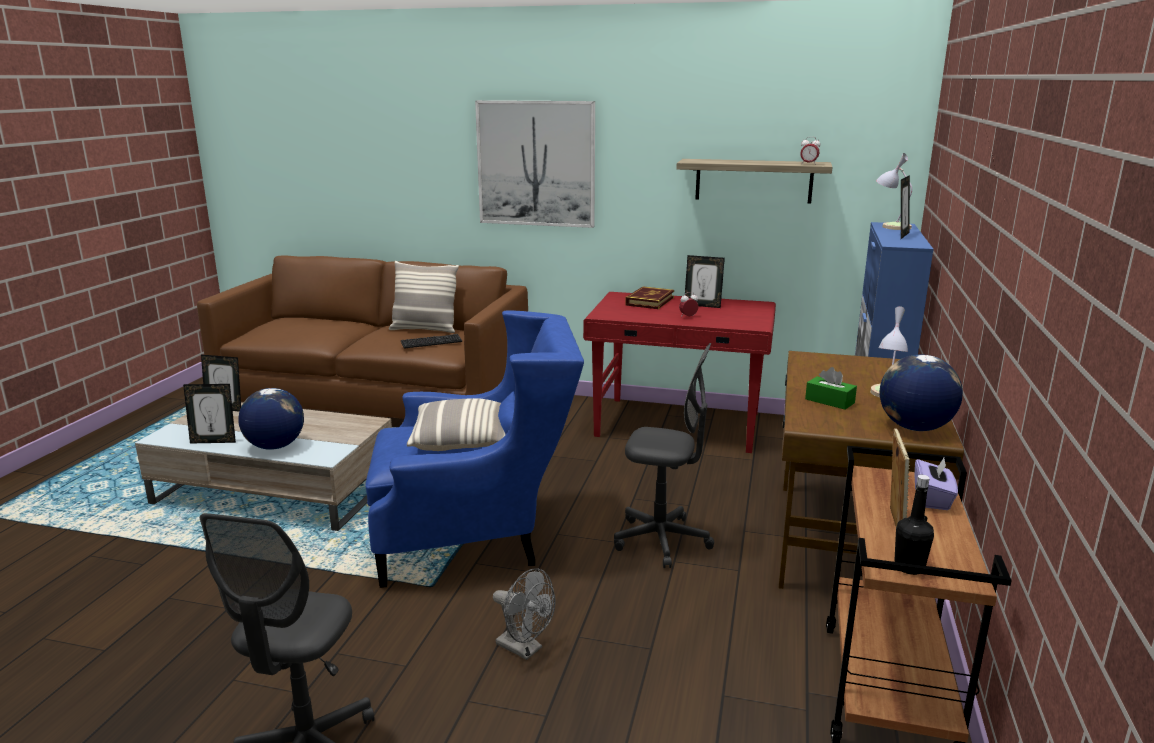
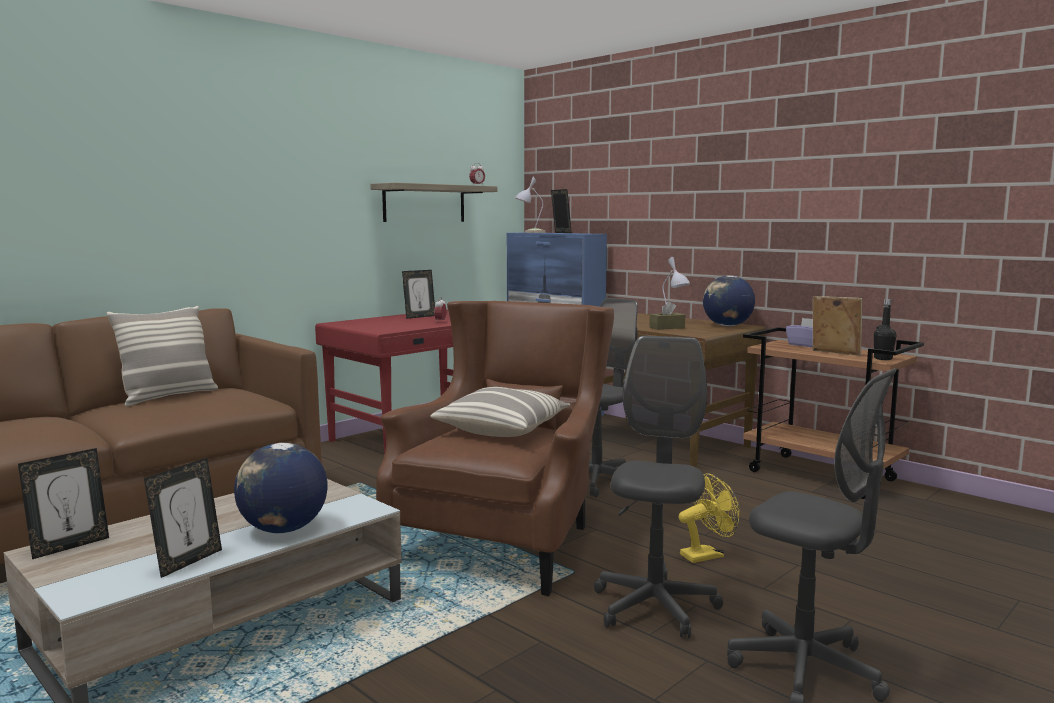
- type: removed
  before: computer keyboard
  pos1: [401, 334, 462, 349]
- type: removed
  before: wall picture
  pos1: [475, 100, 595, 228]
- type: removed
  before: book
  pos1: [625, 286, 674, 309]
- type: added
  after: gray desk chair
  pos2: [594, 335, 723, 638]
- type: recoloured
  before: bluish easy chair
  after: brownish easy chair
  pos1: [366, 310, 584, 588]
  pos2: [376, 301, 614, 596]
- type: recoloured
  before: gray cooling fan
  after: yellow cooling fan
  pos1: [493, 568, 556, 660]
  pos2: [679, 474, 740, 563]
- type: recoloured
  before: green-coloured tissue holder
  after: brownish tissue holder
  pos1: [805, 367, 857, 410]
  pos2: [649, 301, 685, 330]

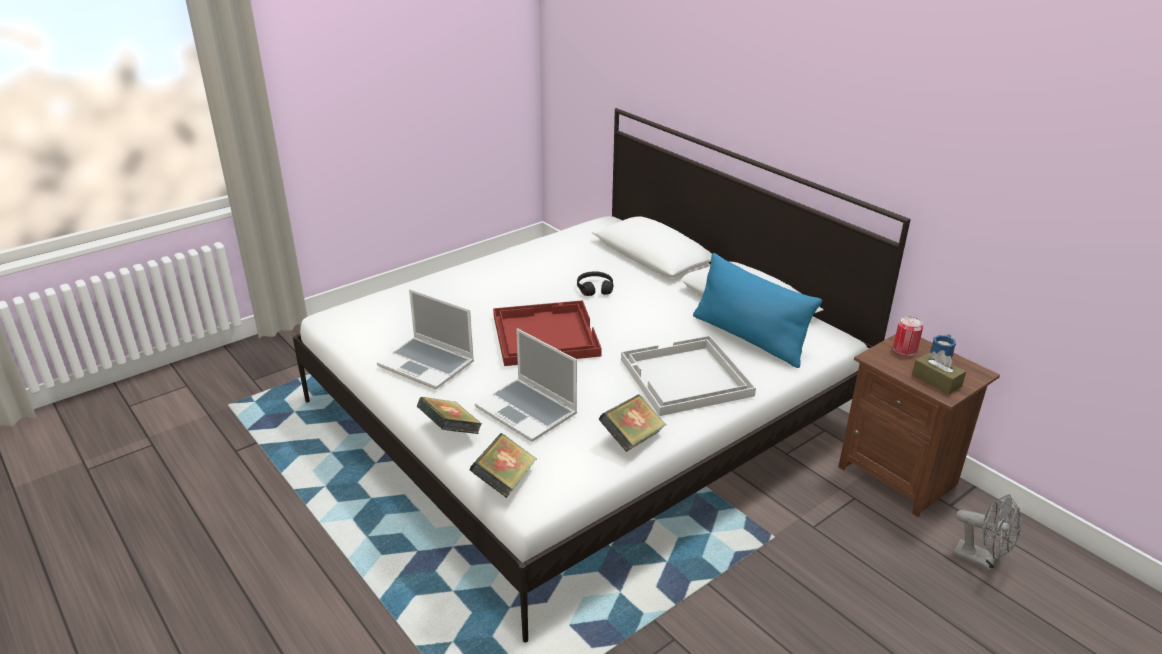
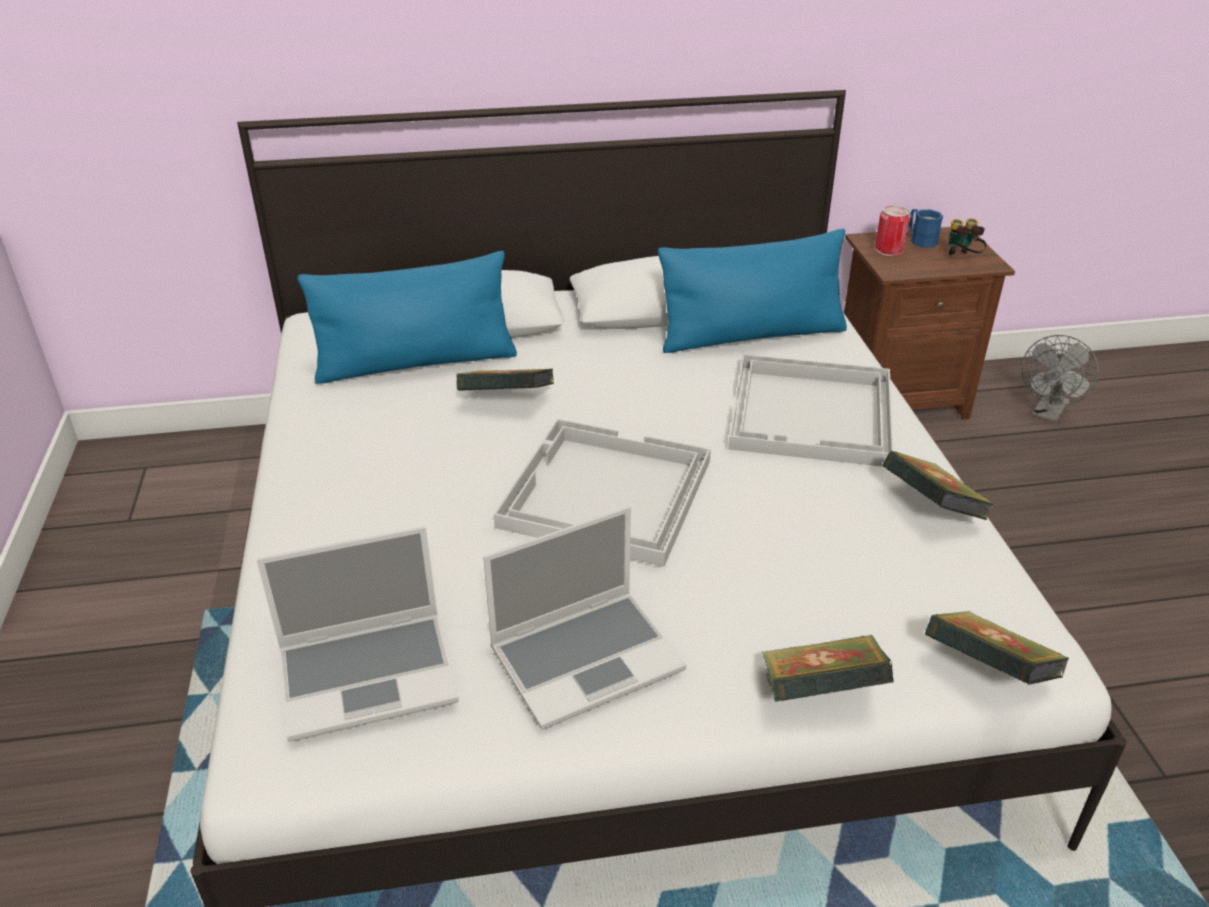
- type: added
  after: bluish pillow
  pos2: [297, 251, 517, 384]
- type: moved
  before: laptop
  pos1: [475, 328, 577, 442]
  pos2: [256, 526, 459, 742]
- type: replaced
  before: black-coloured headphones
  after: book
  pos1: [577, 271, 613, 296]
  pos2: [457, 369, 554, 391]
- type: replaced
  before: brownish tissue holder
  after: binoculars
  pos1: [912, 350, 966, 395]
  pos2: [948, 218, 987, 255]
- type: recoloured
  before: reddish carrying tray
  after: whitish carrying tray
  pos1: [493, 300, 602, 366]
  pos2: [494, 419, 711, 567]
- type: turned
  before: gray cooling fan
  pos1: [953, 494, 1022, 571]
  pos2: [1022, 335, 1099, 423]
  turn: 150

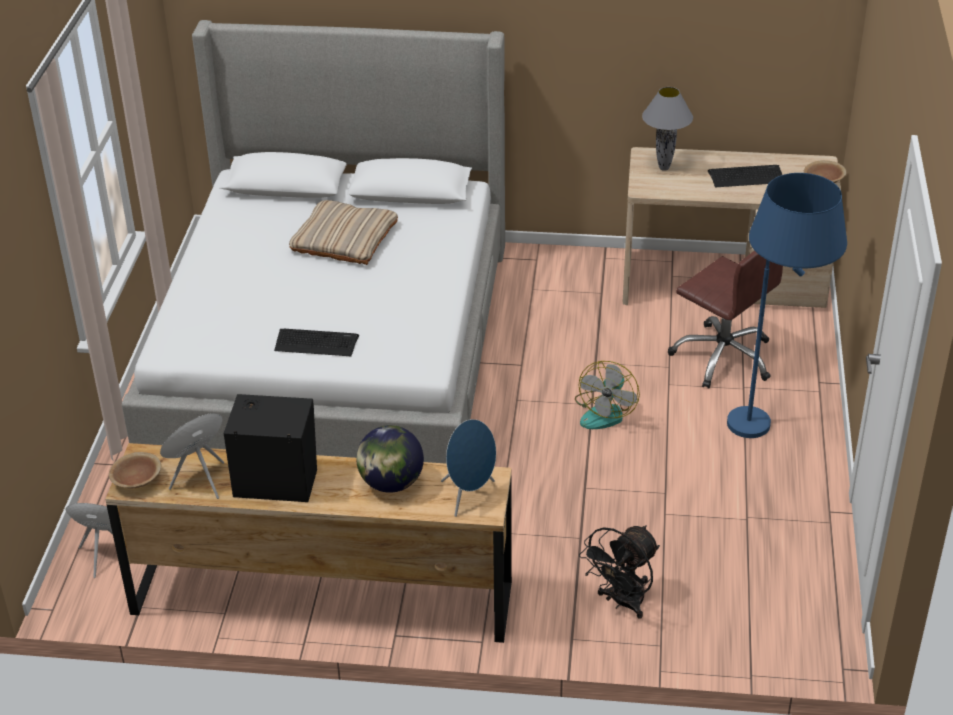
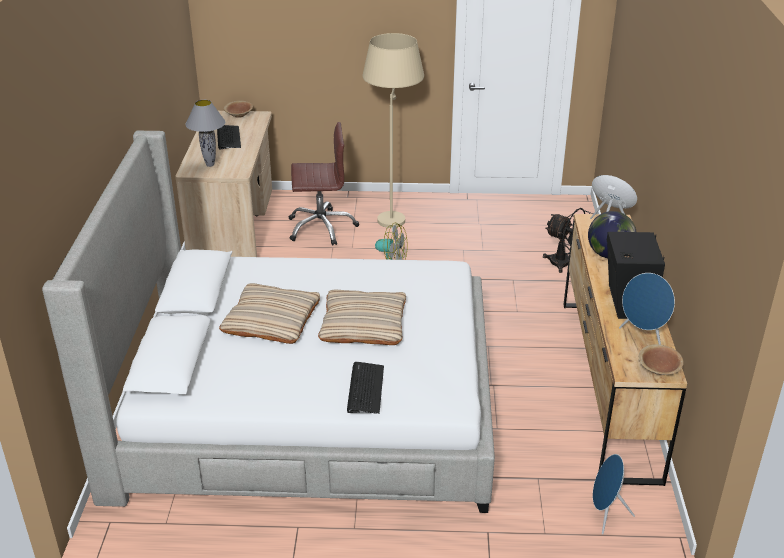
- type: added
  after: beige pillow
  pos2: [318, 289, 406, 345]
- type: moved
  before: computer keyboard
  pos1: [274, 329, 359, 356]
  pos2: [347, 362, 384, 414]
- type: recoloured
  before: bluish standard lamp
  after: beige standard lamp
  pos1: [727, 173, 847, 438]
  pos2: [363, 33, 424, 228]
- type: turned
  before: brownish desk chair
  pos1: [668, 250, 783, 389]
  pos2: [289, 122, 359, 246]
  turn: 45

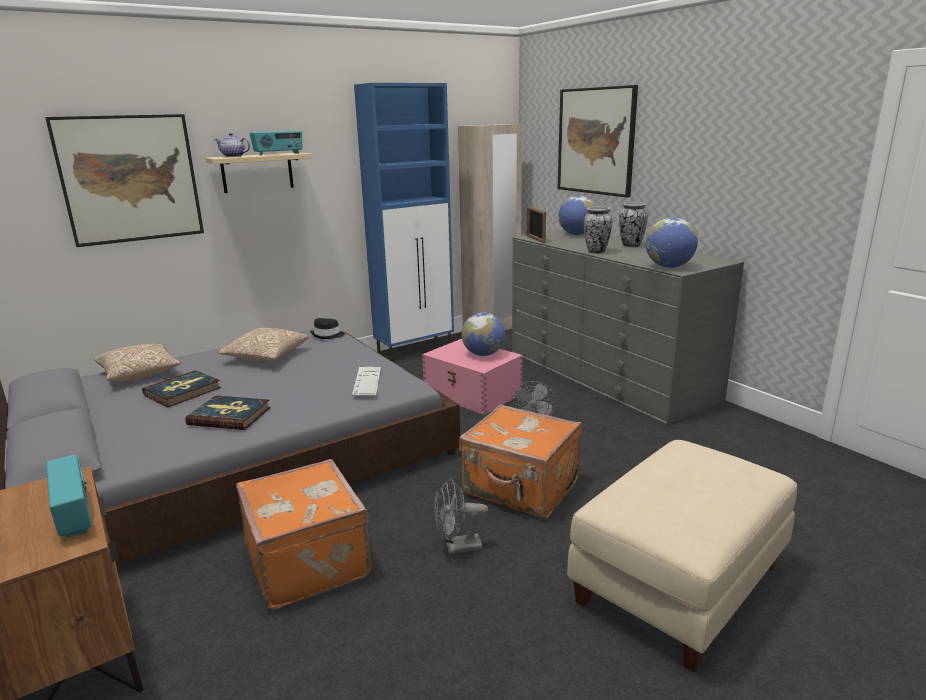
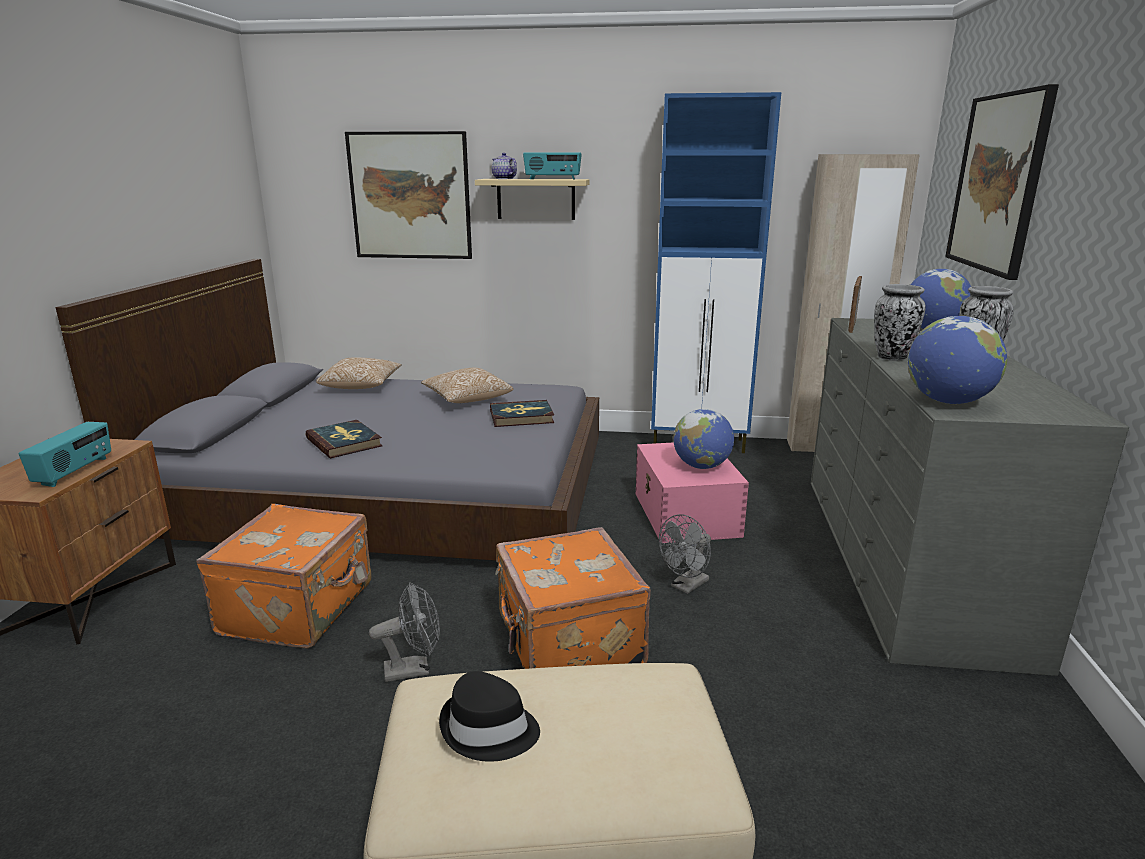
- type: removed
  before: computer keyboard
  pos1: [352, 367, 381, 396]
- type: moved
  before: book
  pos1: [142, 370, 221, 407]
  pos2: [490, 400, 554, 427]
- type: moved
  before: black-coloured hat
  pos1: [310, 318, 345, 339]
  pos2: [439, 671, 540, 762]
- type: turned
  before: gray cooling fan
  pos1: [434, 478, 488, 555]
  pos2: [369, 582, 440, 682]
  turn: 135

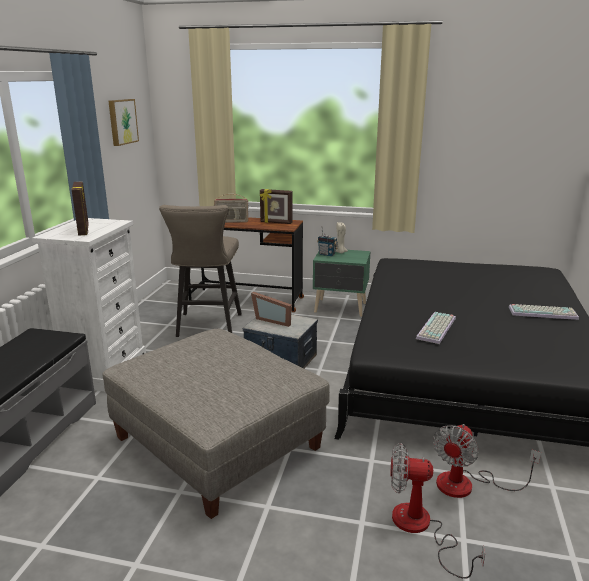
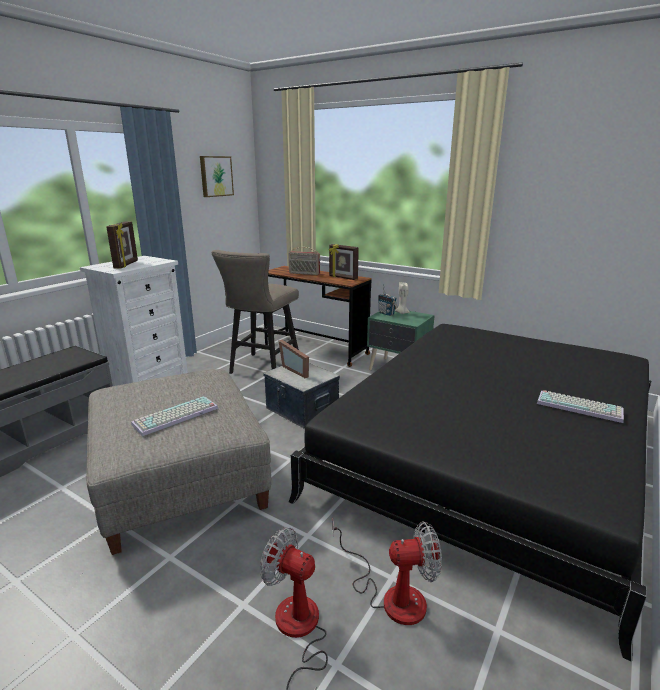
- type: moved
  before: computer keyboard
  pos1: [416, 312, 456, 344]
  pos2: [131, 396, 218, 437]
- type: turned
  before: cooling fan
  pos1: [433, 424, 541, 498]
  pos2: [332, 518, 442, 625]
  turn: -150

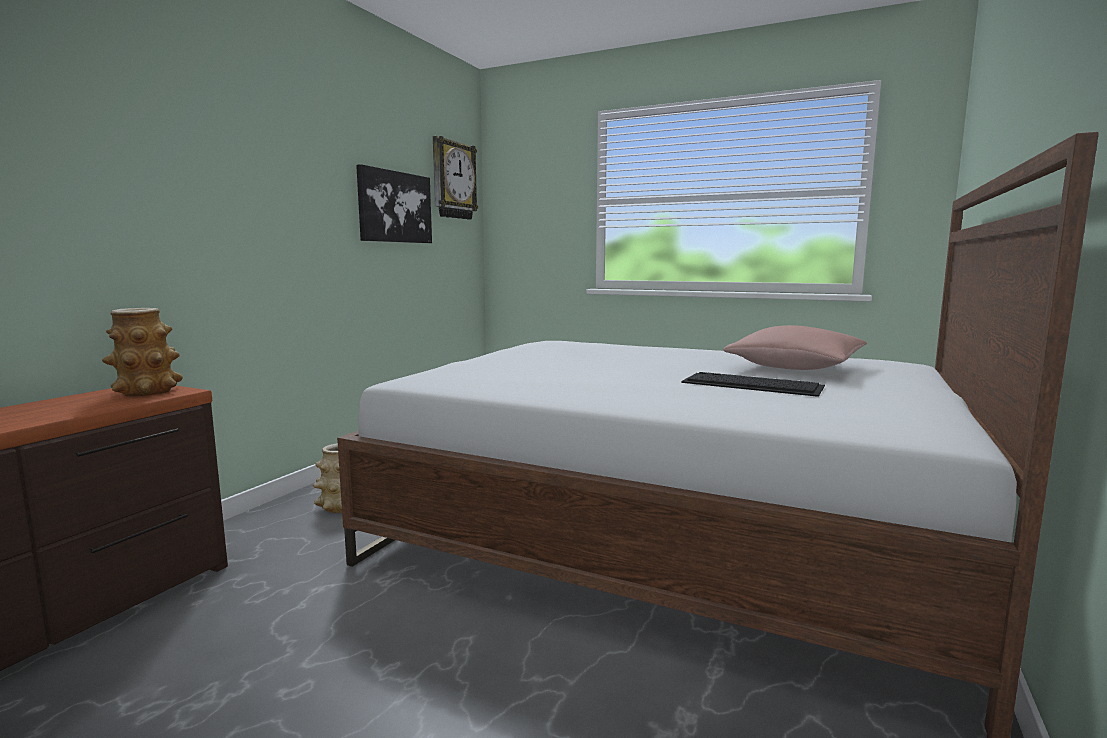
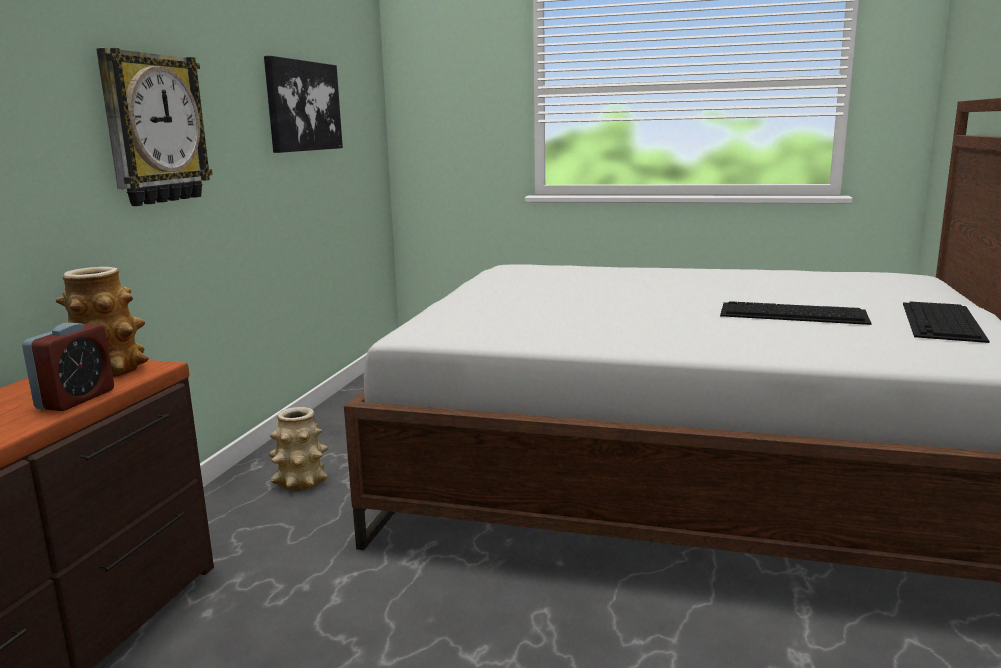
- type: removed
  before: pink pillow
  pos1: [723, 325, 867, 370]
- type: added
  after: bedside clock
  pos2: [22, 323, 114, 411]
- type: added
  after: computer keyboard
  pos2: [903, 302, 990, 343]
- type: moved
  before: hanging clock
  pos1: [433, 136, 478, 220]
  pos2: [96, 48, 213, 206]

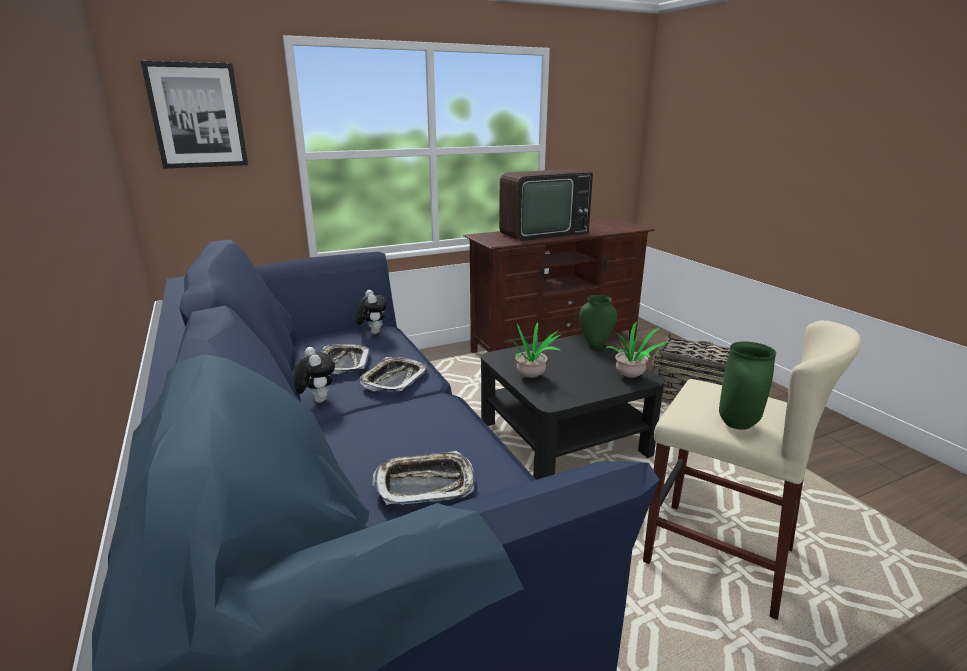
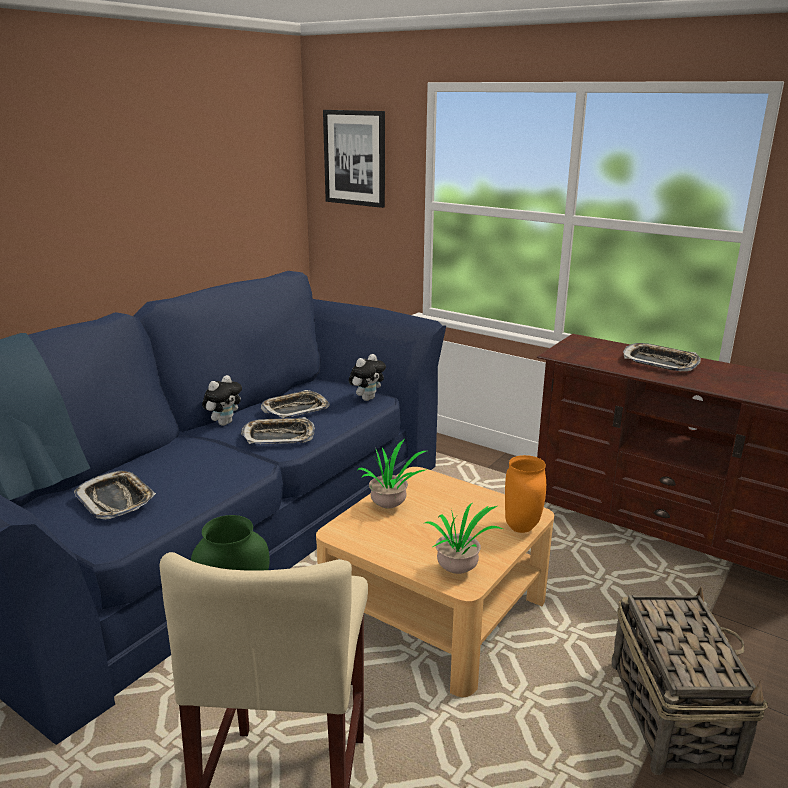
- type: replaced
  before: TV
  after: carrying tray
  pos1: [499, 169, 593, 241]
  pos2: [623, 343, 701, 371]
- type: recoloured
  before: black-coloured lounge table
  after: beige lounge table
  pos1: [481, 334, 664, 480]
  pos2: [316, 467, 554, 697]
- type: recoloured
  before: green-coloured flower vase
  after: orange flower vase
  pos1: [579, 295, 617, 350]
  pos2: [505, 455, 546, 533]

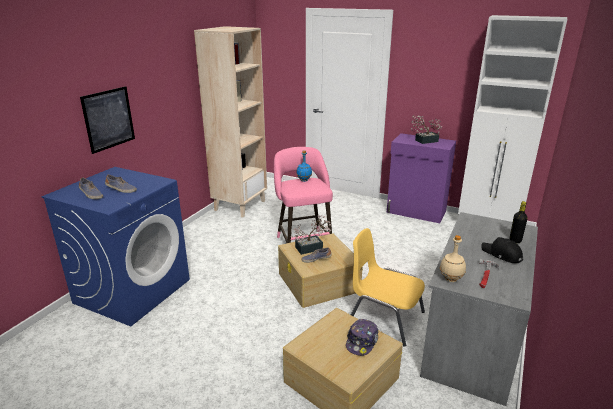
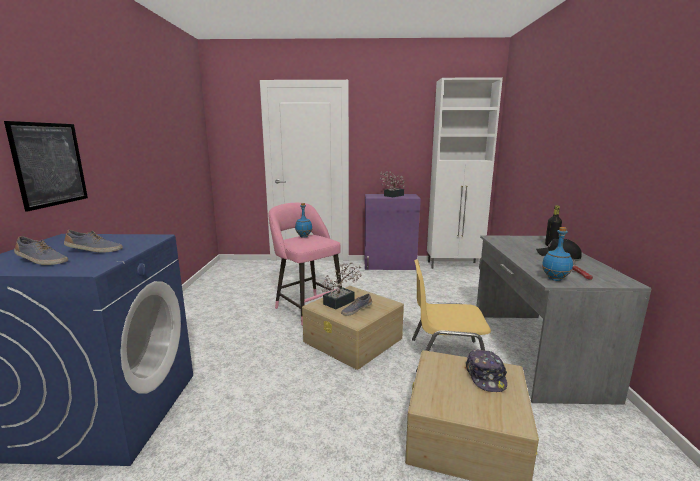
- type: removed
  before: beige bookcase
  pos1: [194, 26, 267, 217]
- type: recoloured
  before: beige bottle
  after: bluish bottle
  pos1: [440, 235, 466, 282]
  pos2: [542, 227, 573, 281]

